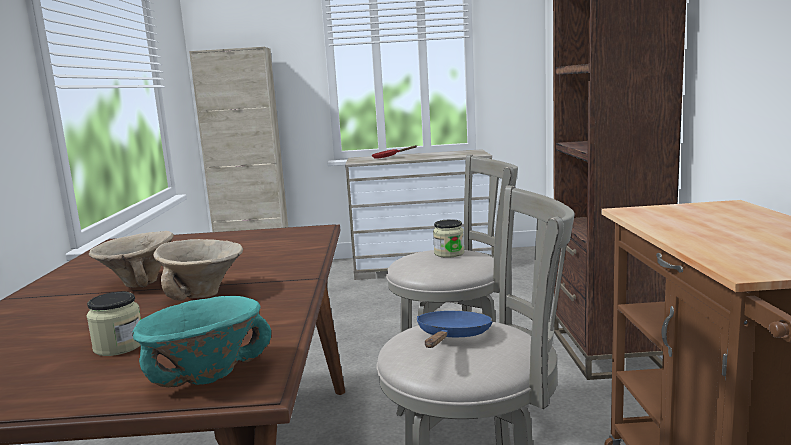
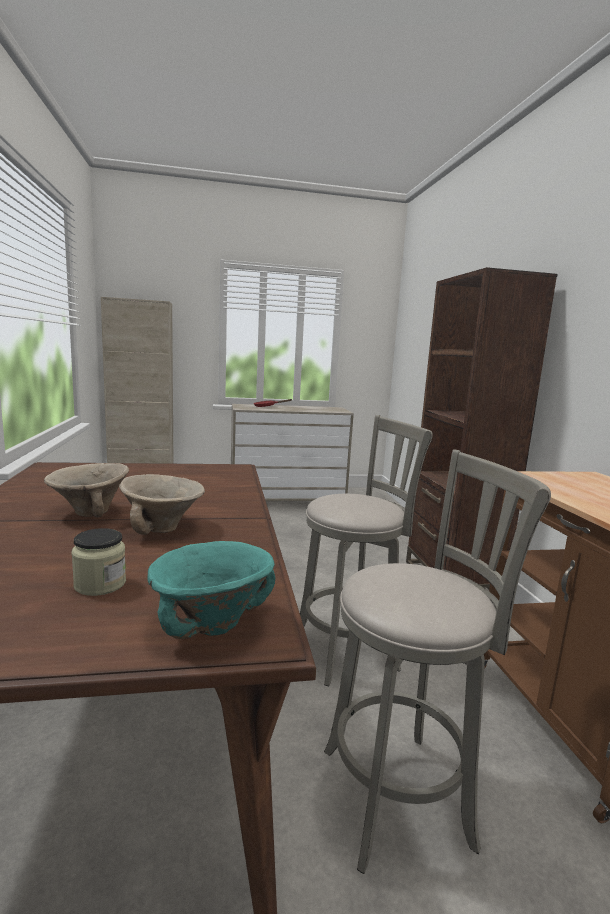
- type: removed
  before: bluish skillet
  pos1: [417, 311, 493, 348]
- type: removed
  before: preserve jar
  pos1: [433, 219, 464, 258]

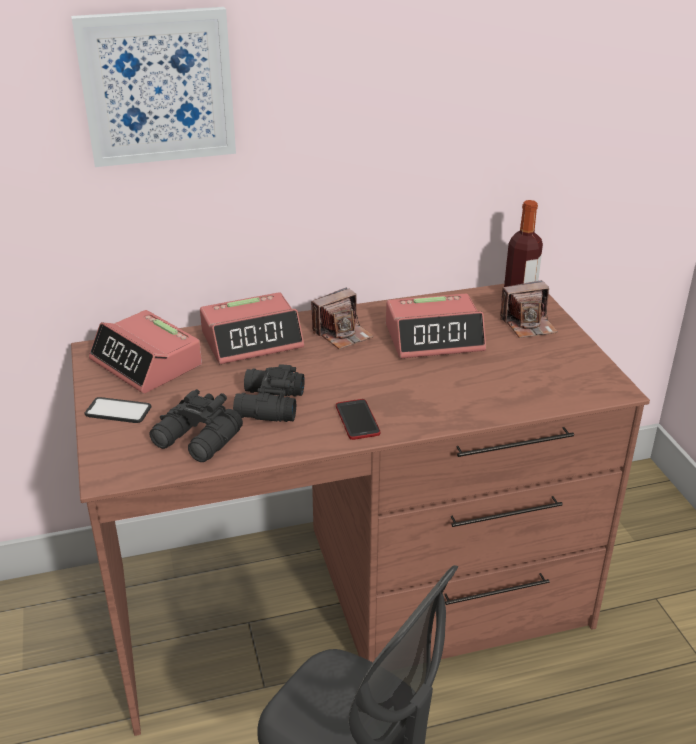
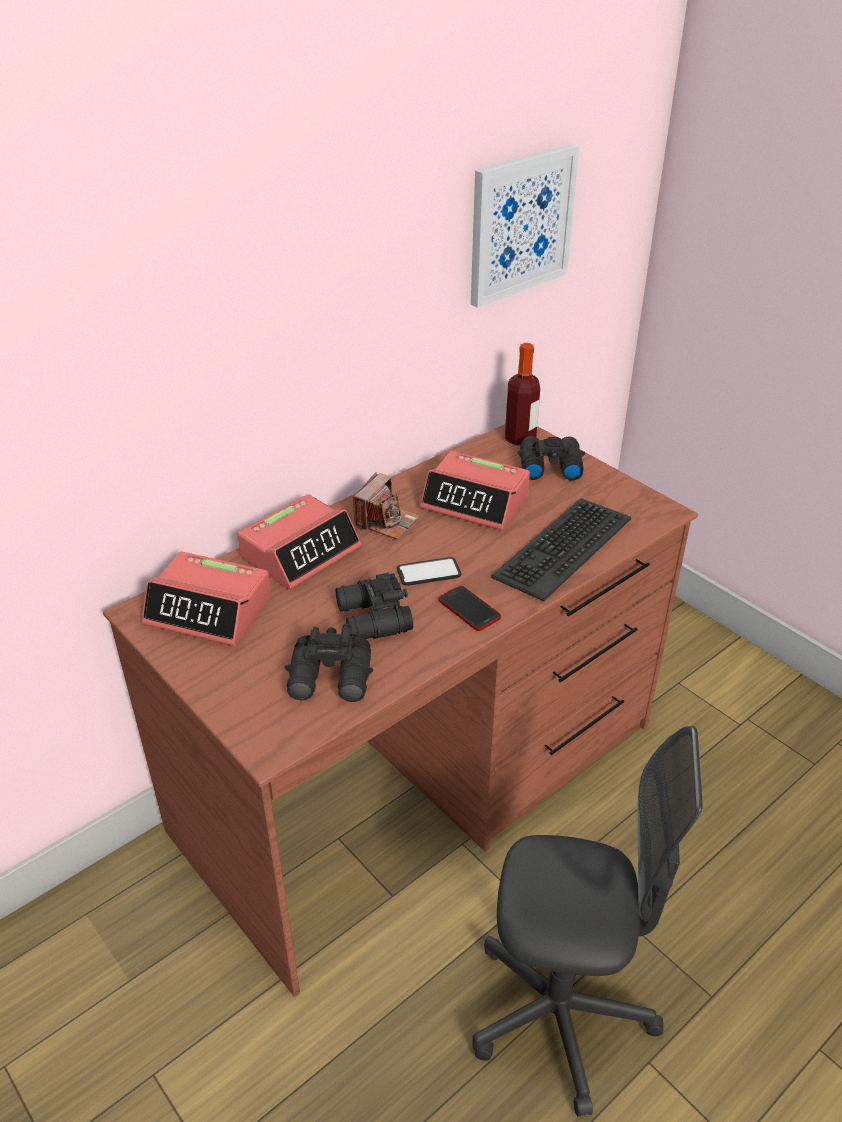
- type: added
  after: computer keyboard
  pos2: [491, 498, 631, 601]
- type: moved
  before: wall picture
  pos1: [71, 7, 236, 167]
  pos2: [471, 144, 579, 308]
- type: moved
  before: phone
  pos1: [84, 397, 152, 423]
  pos2: [397, 557, 461, 586]
- type: replaced
  before: still camera
  after: black-coloured binoculars
  pos1: [500, 280, 558, 338]
  pos2: [518, 436, 585, 481]
- type: turned
  before: bedside clock
  pos1: [386, 294, 486, 359]
  pos2: [420, 451, 530, 530]
  turn: 60

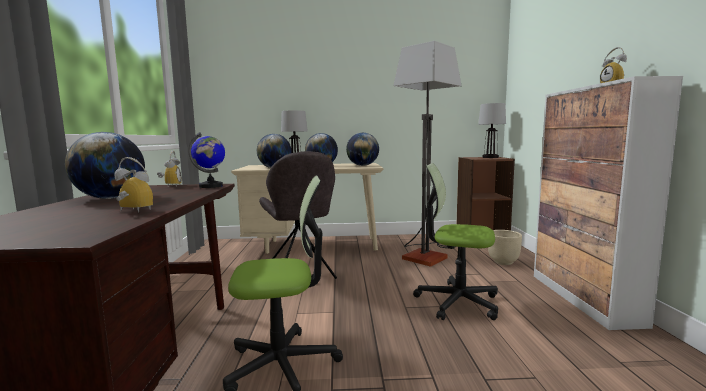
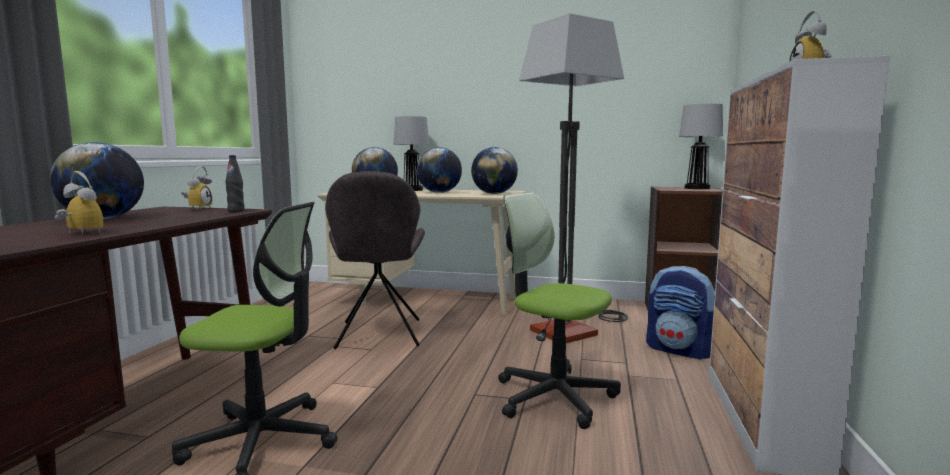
- type: replaced
  before: desk globe
  after: black-coloured bottle
  pos1: [188, 132, 225, 188]
  pos2: [225, 155, 245, 212]
- type: replaced
  before: beige plant pot
  after: backpack
  pos1: [488, 230, 522, 265]
  pos2: [646, 266, 715, 360]

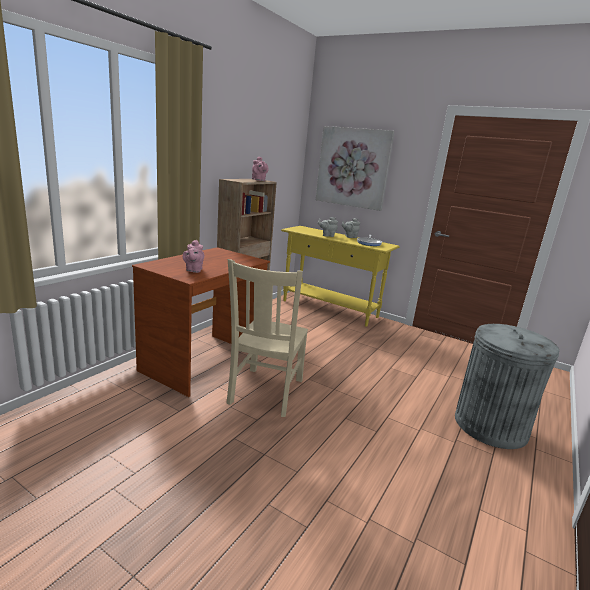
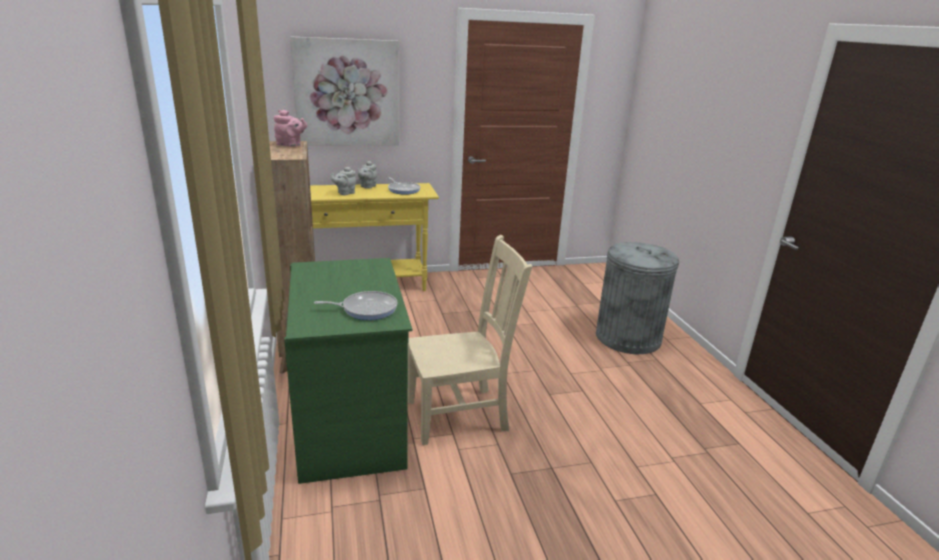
- type: replaced
  before: pink pot for tea
  after: skillet
  pos1: [183, 240, 204, 273]
  pos2: [314, 291, 398, 320]
- type: recoloured
  before: brownish desk
  after: green-coloured desk
  pos1: [132, 247, 270, 397]
  pos2: [284, 258, 412, 484]
- type: turned
  before: beige upright chair
  pos1: [226, 259, 308, 417]
  pos2: [408, 235, 532, 445]
  turn: -75

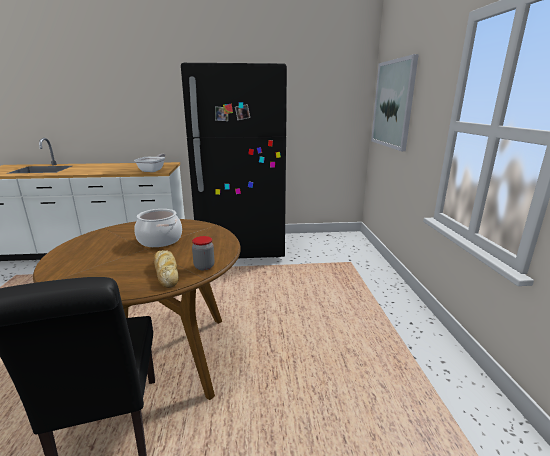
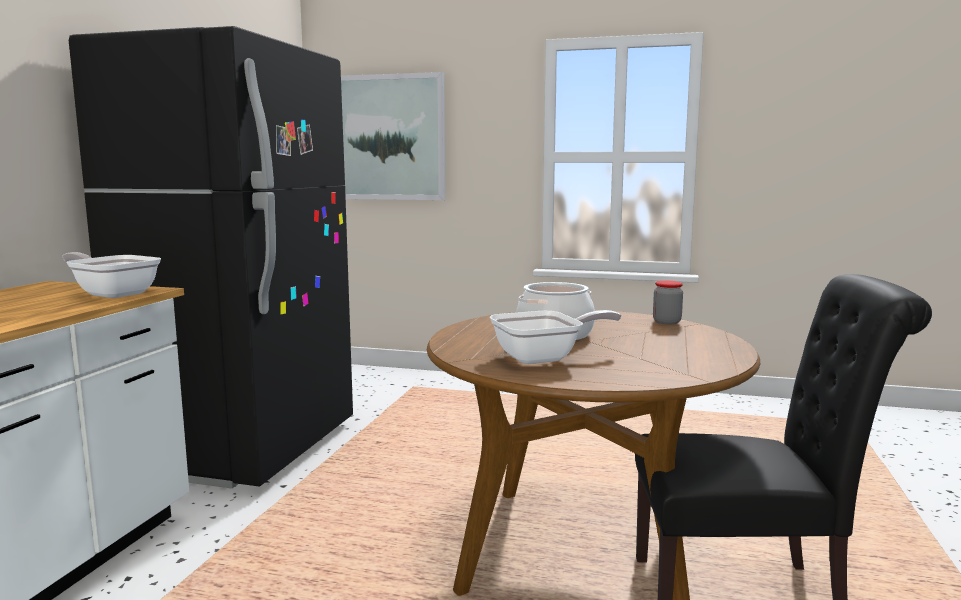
- type: removed
  before: bakery bread
  pos1: [153, 250, 179, 288]
- type: added
  after: skillet
  pos2: [490, 310, 621, 364]

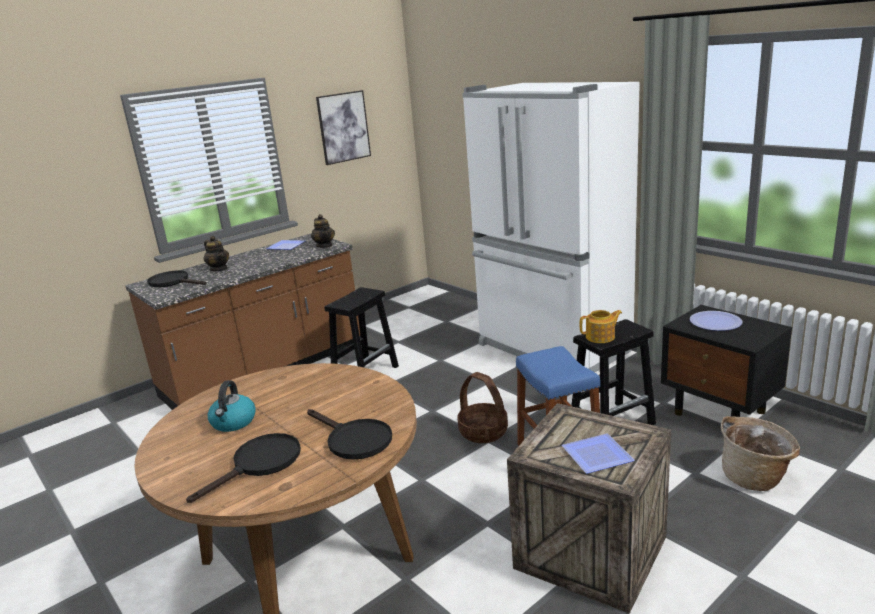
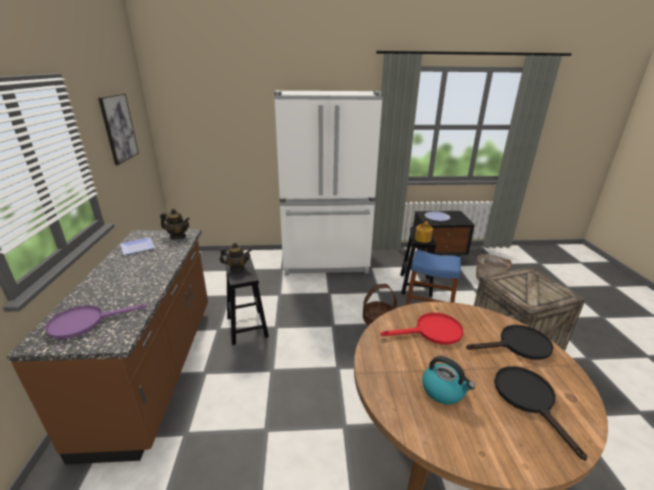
- type: removed
  before: dinner plate
  pos1: [562, 434, 635, 474]
- type: added
  after: reddish skillet
  pos2: [381, 313, 463, 345]
- type: moved
  before: pot for tea
  pos1: [204, 236, 229, 271]
  pos2: [220, 243, 252, 272]
- type: recoloured
  before: black-coloured skillet
  after: purple-coloured skillet
  pos1: [147, 270, 207, 287]
  pos2: [45, 304, 147, 339]

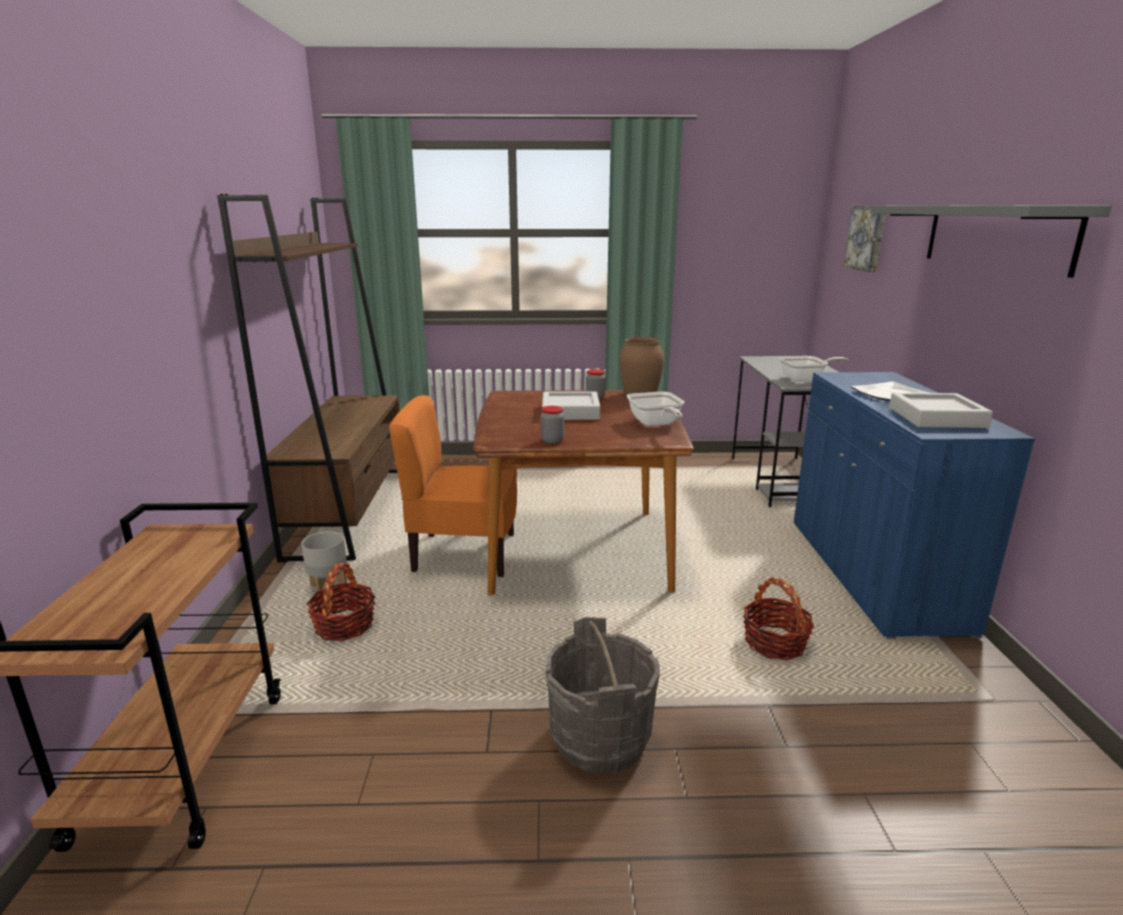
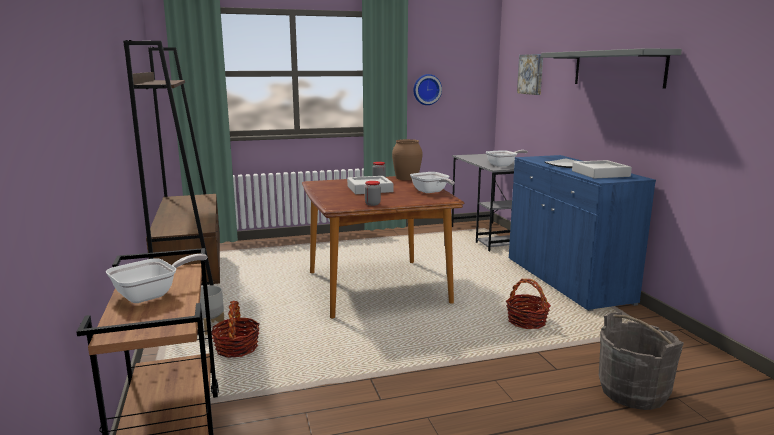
- type: removed
  before: orange upright chair
  pos1: [389, 395, 517, 577]
- type: added
  after: skillet
  pos2: [106, 254, 207, 303]
- type: added
  after: hanging clock
  pos2: [413, 74, 442, 105]
- type: moved
  before: gray water bucket
  pos1: [546, 617, 660, 774]
  pos2: [599, 312, 684, 410]

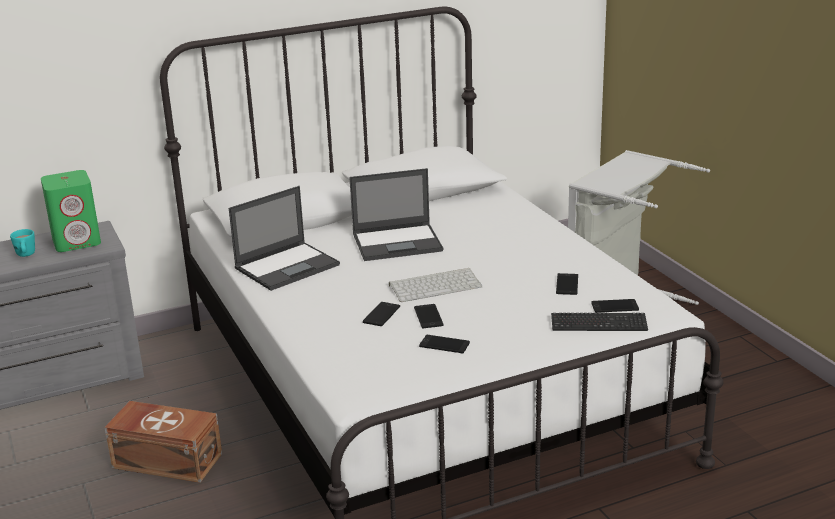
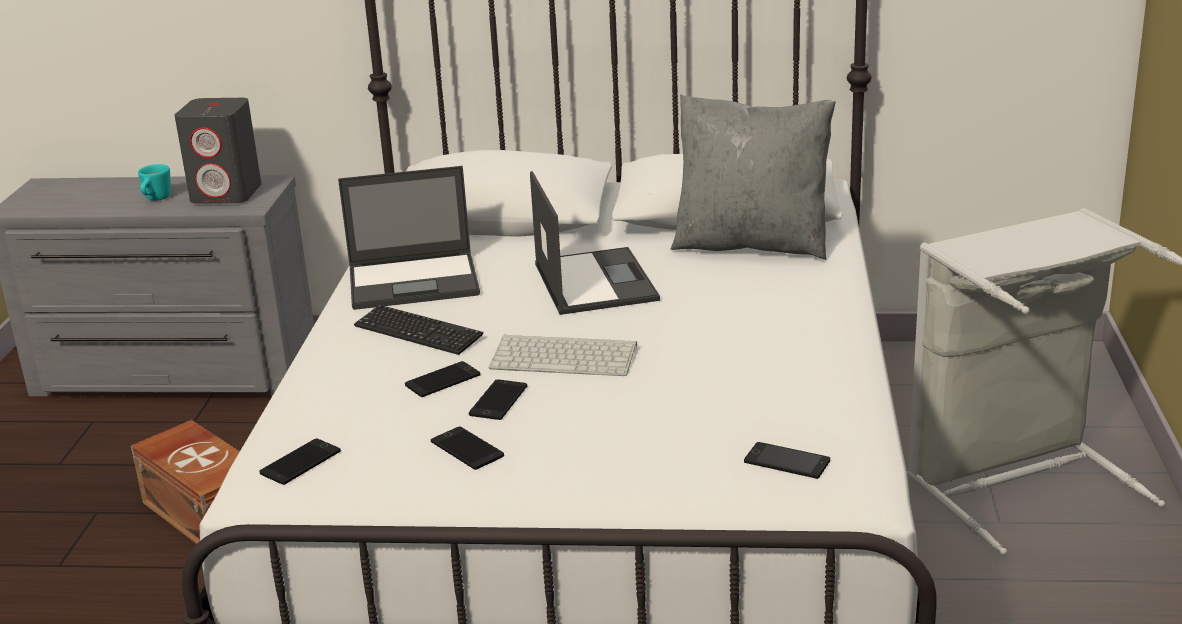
- type: added
  after: gray pillow
  pos2: [671, 95, 836, 260]
- type: moved
  before: computer keyboard
  pos1: [551, 313, 648, 331]
  pos2: [354, 305, 483, 355]
- type: moved
  before: phone
  pos1: [556, 273, 578, 295]
  pos2: [259, 438, 341, 485]
- type: recoloured
  before: green-coloured audio speaker
  after: gray audio speaker
  pos1: [41, 170, 101, 252]
  pos2: [175, 98, 261, 203]
- type: turned
  before: laptop
  pos1: [349, 168, 443, 261]
  pos2: [530, 171, 660, 315]
  turn: -120

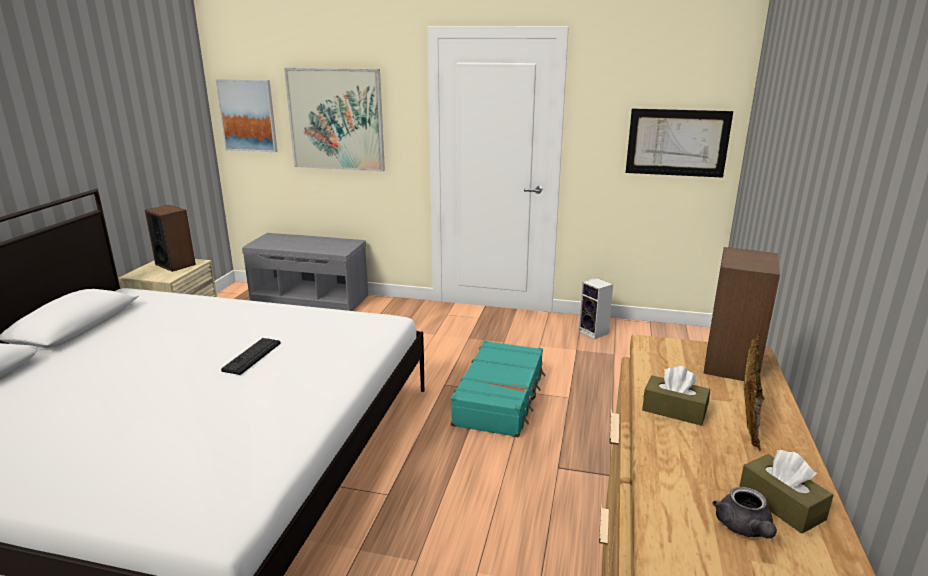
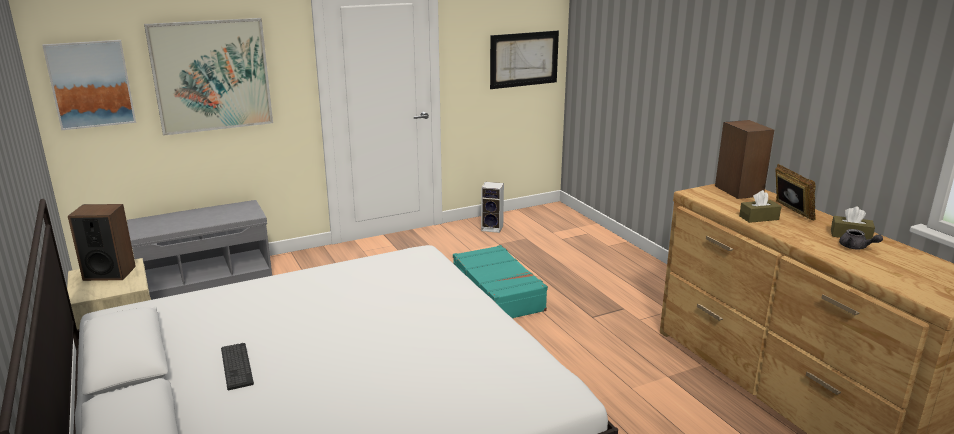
- type: moved
  before: computer keyboard
  pos1: [221, 338, 281, 375]
  pos2: [221, 343, 254, 390]

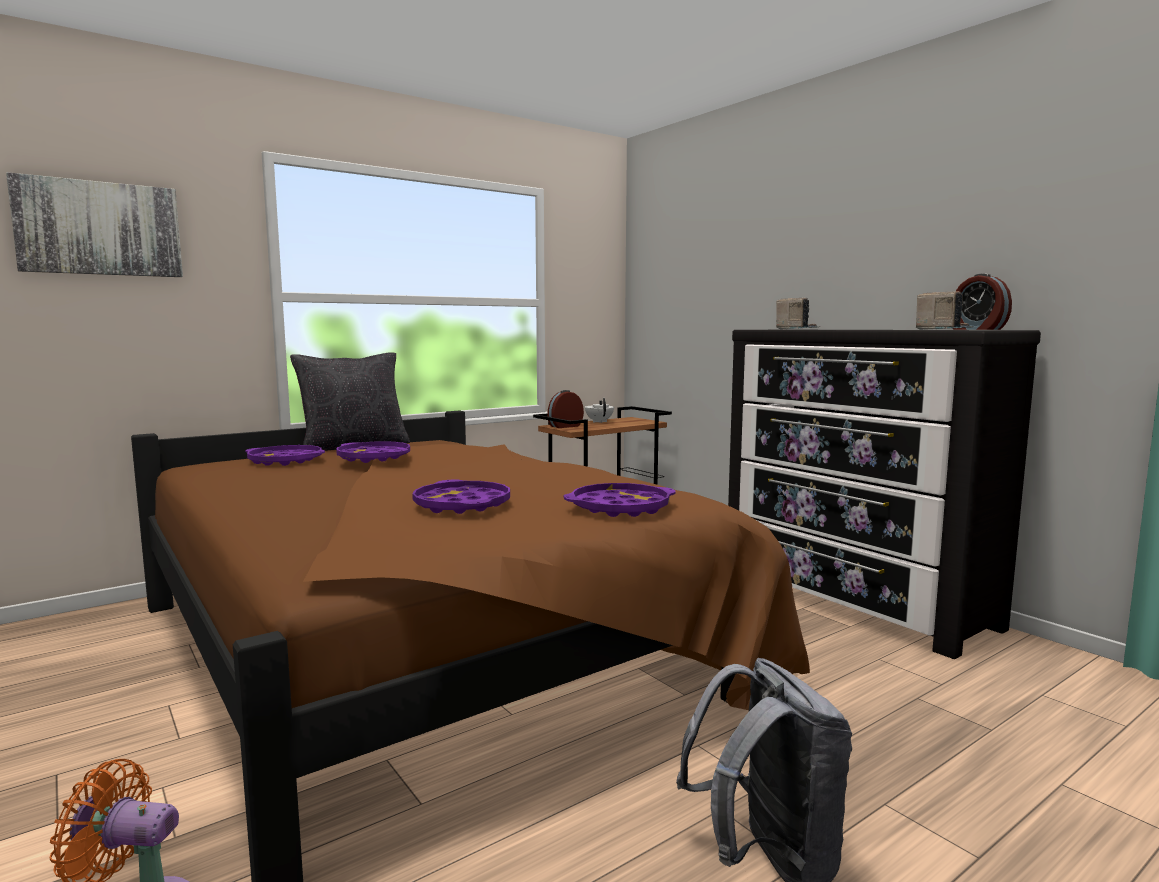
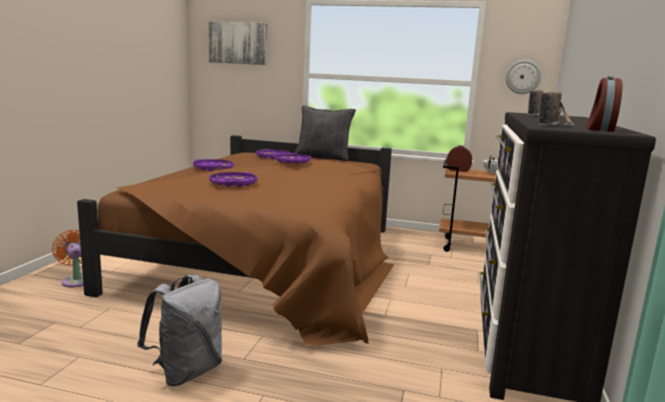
- type: added
  after: hanging clock
  pos2: [506, 60, 541, 94]
- type: moved
  before: purple-coloured carrying tray
  pos1: [564, 483, 676, 517]
  pos2: [193, 159, 234, 171]

